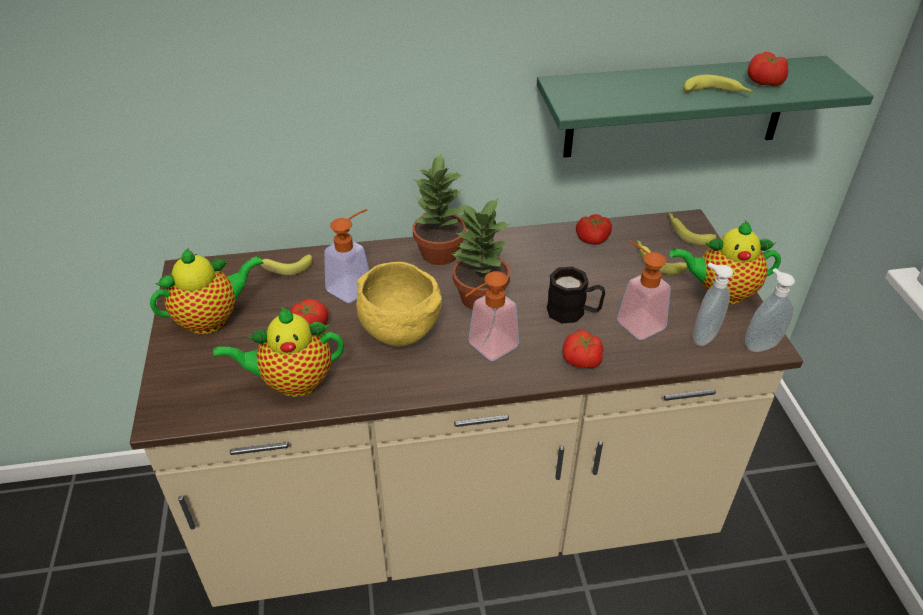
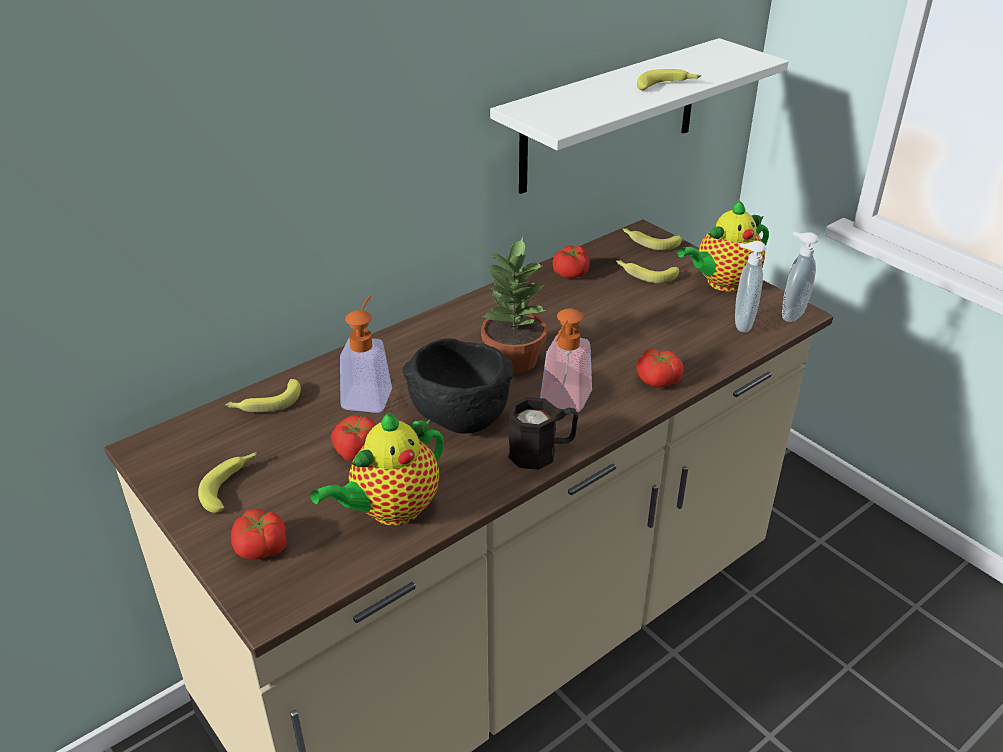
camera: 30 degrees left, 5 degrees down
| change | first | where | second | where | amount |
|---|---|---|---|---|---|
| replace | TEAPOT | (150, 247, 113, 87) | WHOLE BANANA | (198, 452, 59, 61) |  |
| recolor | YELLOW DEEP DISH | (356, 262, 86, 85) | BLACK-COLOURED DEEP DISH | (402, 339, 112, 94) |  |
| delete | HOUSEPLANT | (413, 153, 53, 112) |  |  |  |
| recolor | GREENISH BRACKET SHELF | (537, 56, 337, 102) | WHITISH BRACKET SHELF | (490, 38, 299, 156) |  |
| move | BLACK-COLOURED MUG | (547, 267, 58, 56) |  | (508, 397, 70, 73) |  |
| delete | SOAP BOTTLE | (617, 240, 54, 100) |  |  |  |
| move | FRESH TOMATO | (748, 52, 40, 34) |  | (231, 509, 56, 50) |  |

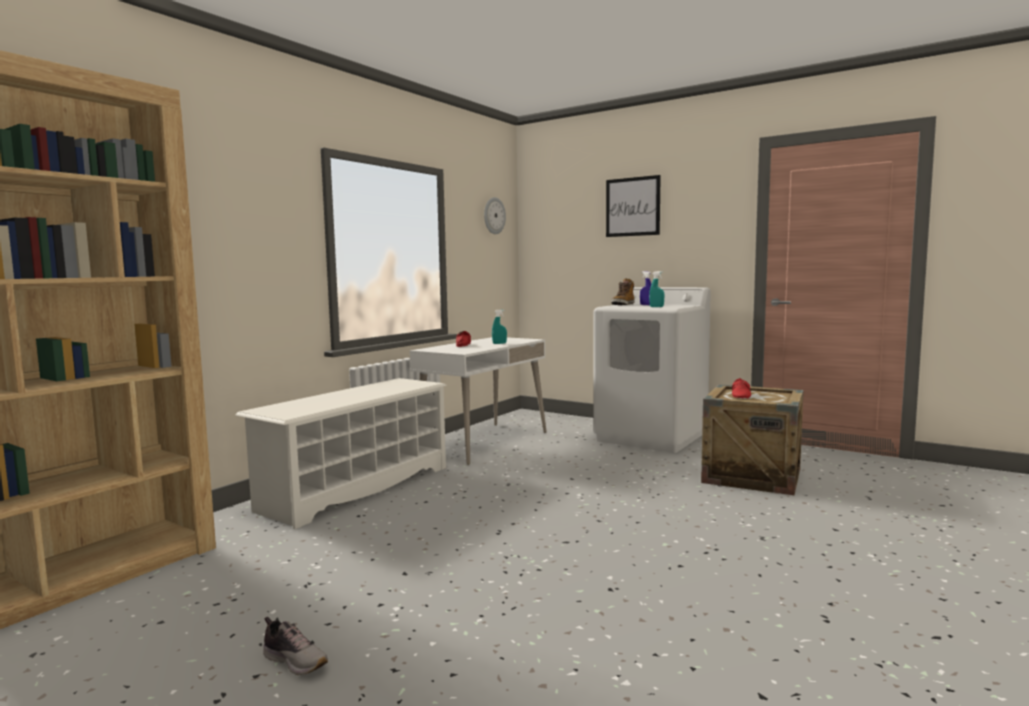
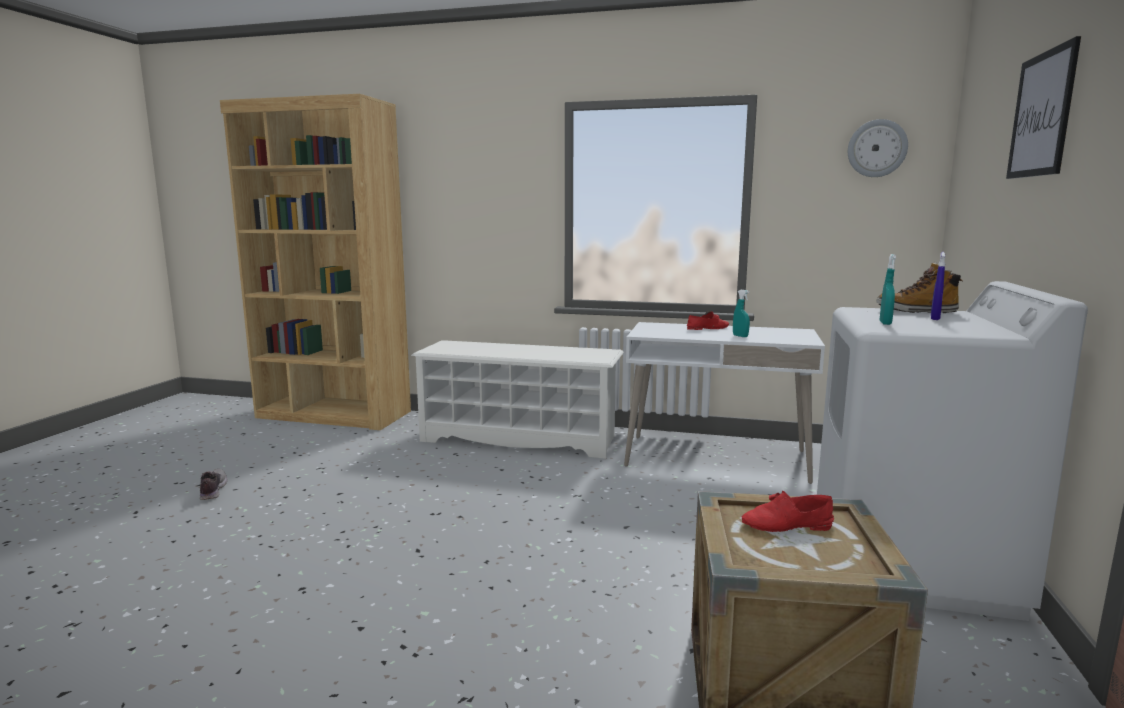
camera: 70 degrees right, 5 degrees up
| change | first | where | second | where | amount |
|---|---|---|---|---|---|
| rotate | ITEM OF FOOTWEAR | (263, 617, 65, 58) |  | (200, 469, 27, 31) | 150 degrees clockwise |

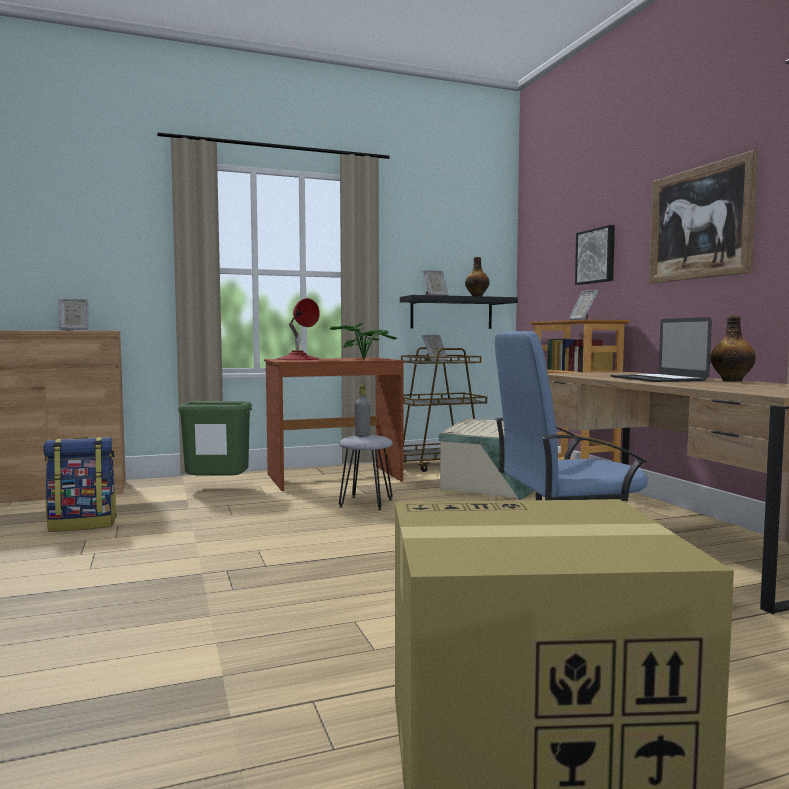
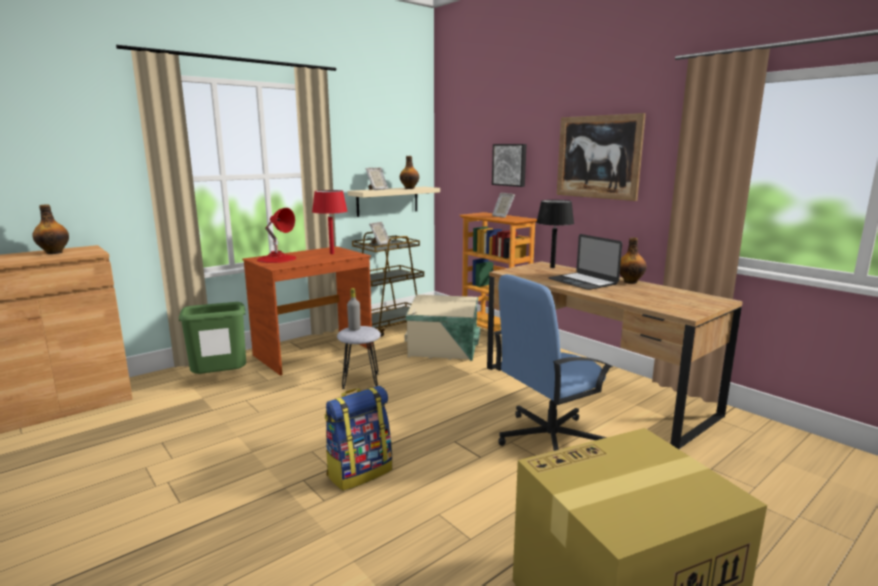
camera: 20 degrees left, 10 degrees up
| change | first | where | second | where | amount |
|---|---|---|---|---|---|
| move | BACKPACK | (43, 437, 74, 95) |  | (324, 386, 68, 105) |  |
| replace | PHOTO FRAME | (58, 299, 31, 32) | BOTTLE | (32, 204, 37, 50) |  |
| replace | HOUSEPLANT | (329, 323, 68, 36) | RED TABLE LAMP | (312, 190, 35, 64) |  |
| recolor | BLACK-COLOURED BRACKET SHELF | (400, 295, 118, 34) | BEIGE-COLOURED BRACKET SHELF | (348, 187, 92, 30) |  |
| insert |  |  | BLACK-COLOURED TABLE LAMP | (536, 200, 38, 68) |  |

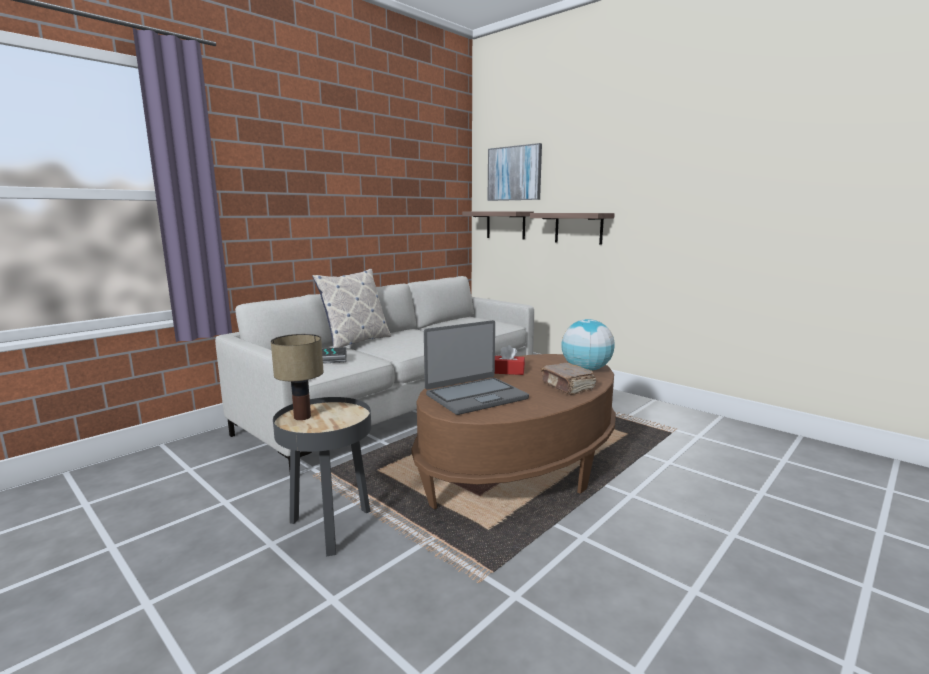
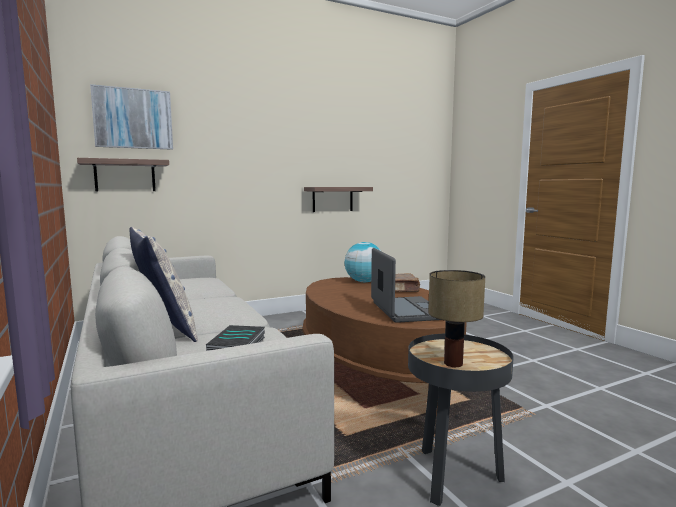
camera: 70 degrees left, 5 degrees down
| change | first | where | second | where | amount |
|---|---|---|---|---|---|
| delete | RED TISSUE BOX | (495, 345, 30, 30) |  |  |  |
| move | BRACKET SHELF | (530, 213, 85, 31) |  | (304, 187, 69, 25) |  |

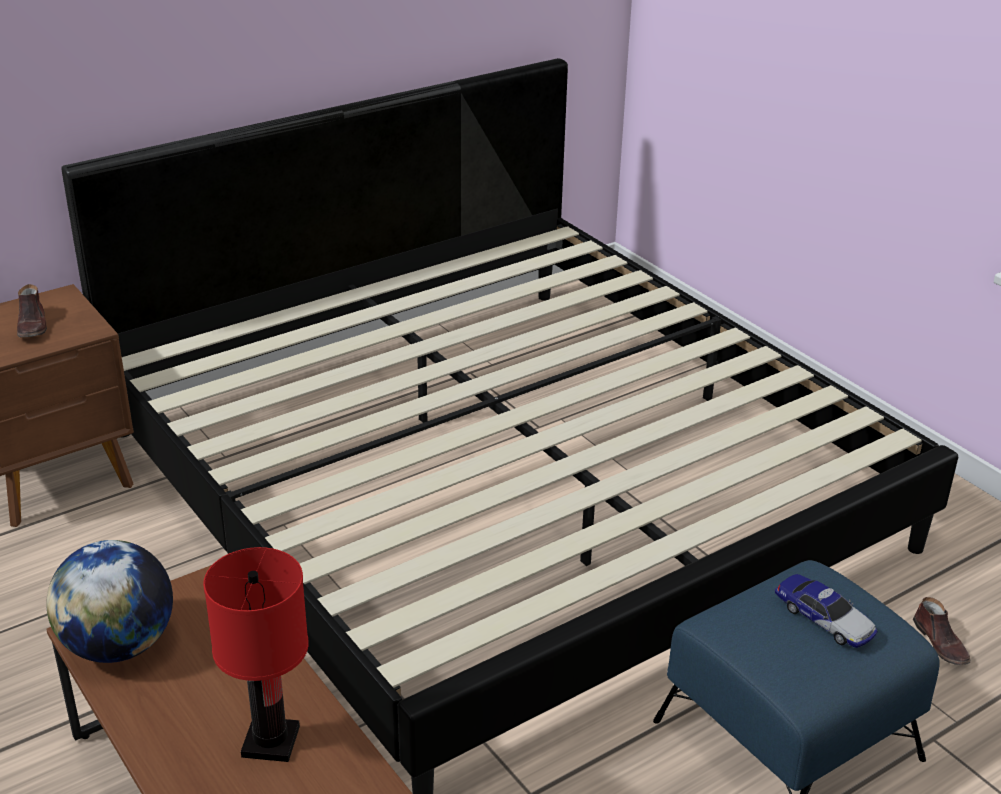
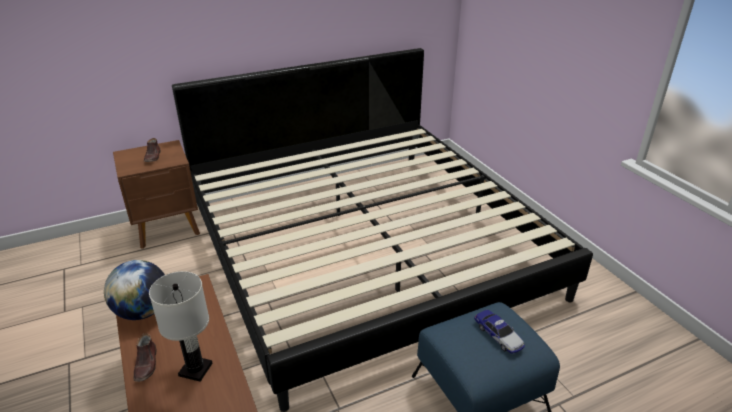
camera: 10 degrees right, 0 degrees up
| change | first | where | second | where | amount |
|---|---|---|---|---|---|
| recolor | RED TABLE LAMP | (203, 547, 106, 215) | WHITISH TABLE LAMP | (149, 271, 63, 111) |  |
| move | BROWN-COLOURED ITEM OF FOOTWEAR | (913, 597, 57, 68) |  | (134, 333, 22, 49) |  |

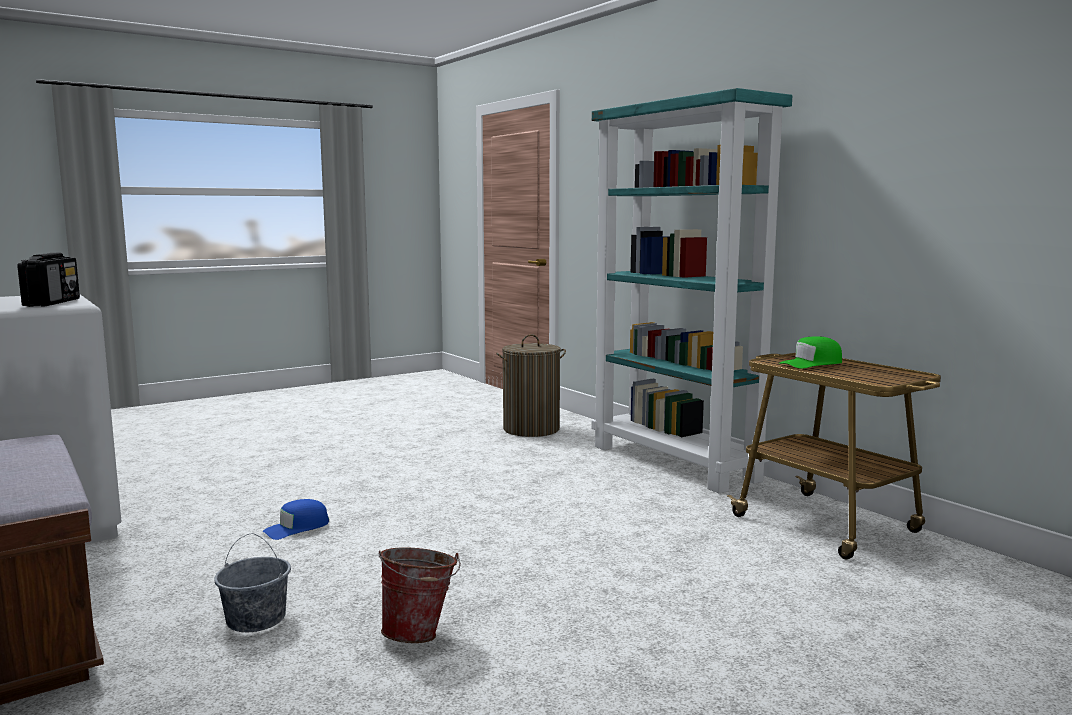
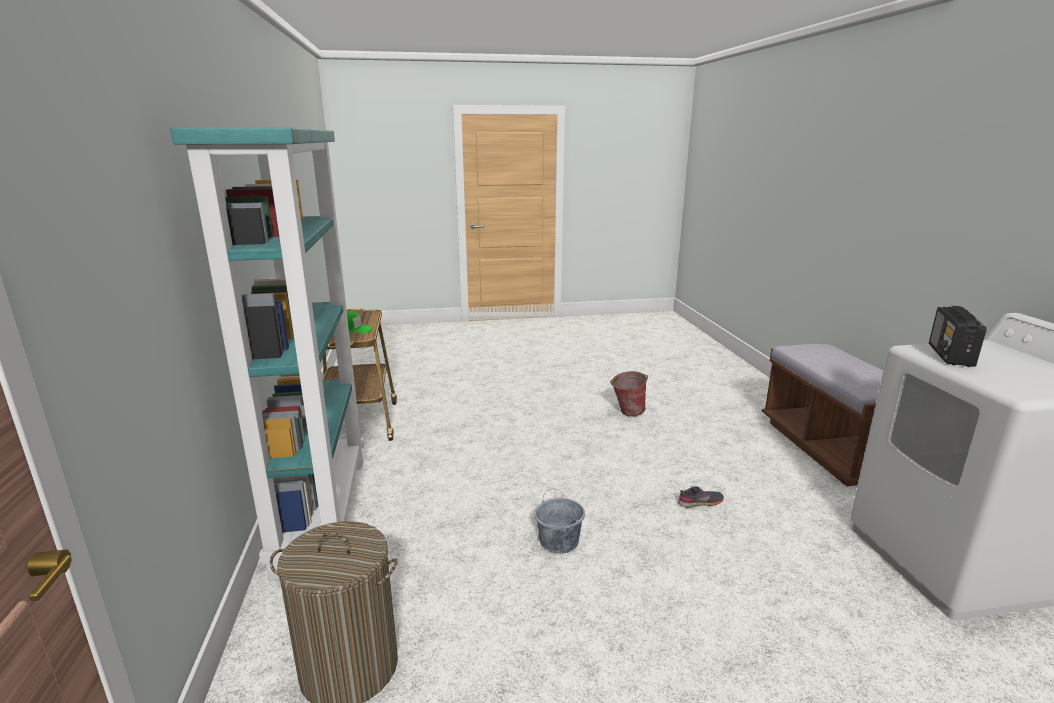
camera: 155 degrees left, 10 degrees up
| change | first | where | second | where | amount |
|---|---|---|---|---|---|
| move | GREYISH PAIL | (214, 533, 77, 99) |  | (535, 489, 50, 65) |  |
| replace | BLUISH PEAKED CAP | (263, 499, 66, 41) | GREYISH ITEM OF FOOTWEAR | (678, 486, 46, 22) |  |

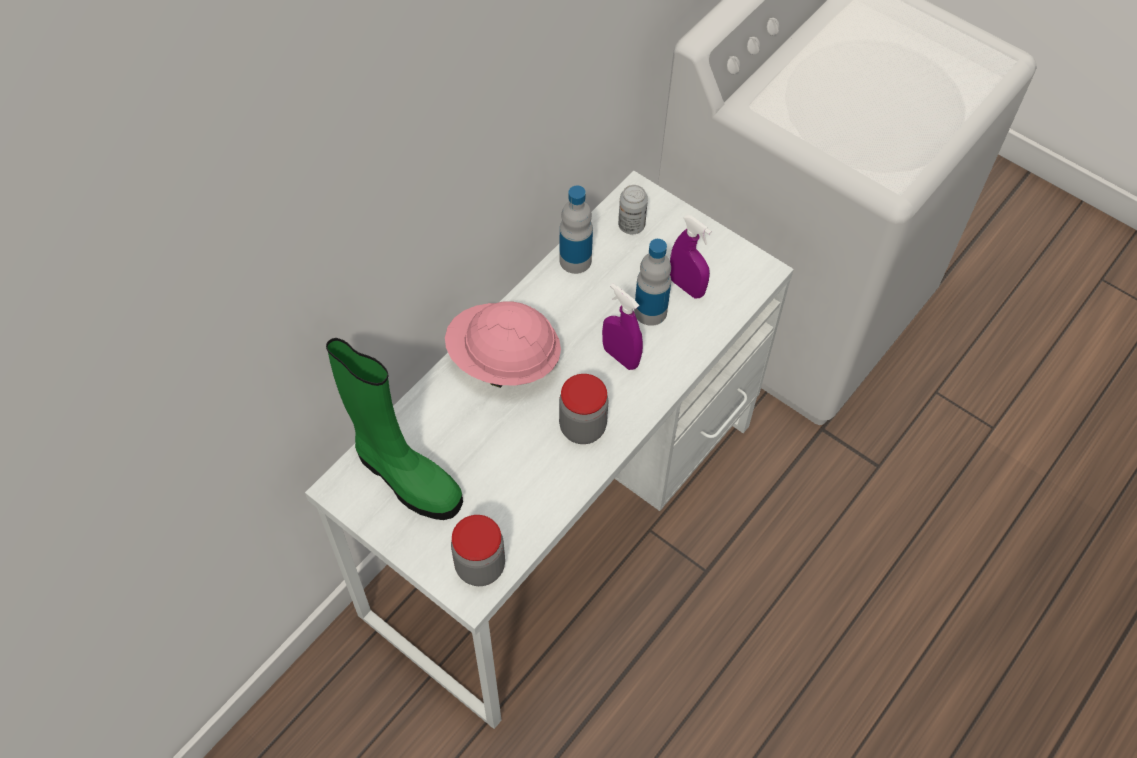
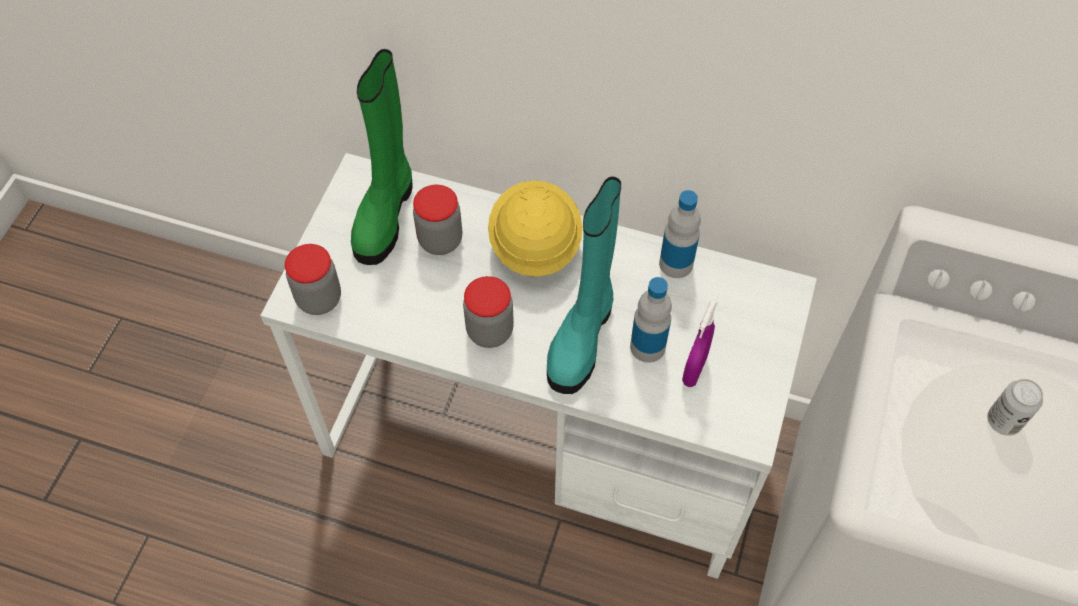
camera: 70 degrees right, 0 degrees up
| change | first | where | second | where | amount |
|---|---|---|---|---|---|
| recolor | PINK HARD HAT | (445, 301, 116, 87) | YELLOW HARD HAT | (488, 180, 94, 97) |  |
| replace | PURPLISH HAND SPRAYER | (602, 283, 41, 87) | TURQUOISE-COLOURED TALL BOOT | (547, 177, 74, 217) |  |
| move | CAN | (618, 185, 30, 49) |  | (987, 379, 56, 57) |  |
| insert |  |  | STORAGE JAR | (413, 185, 49, 70) |  |

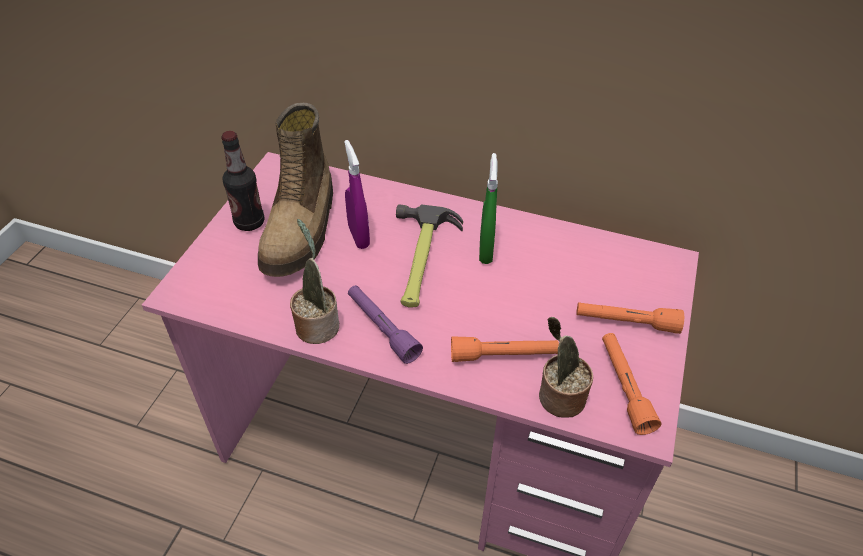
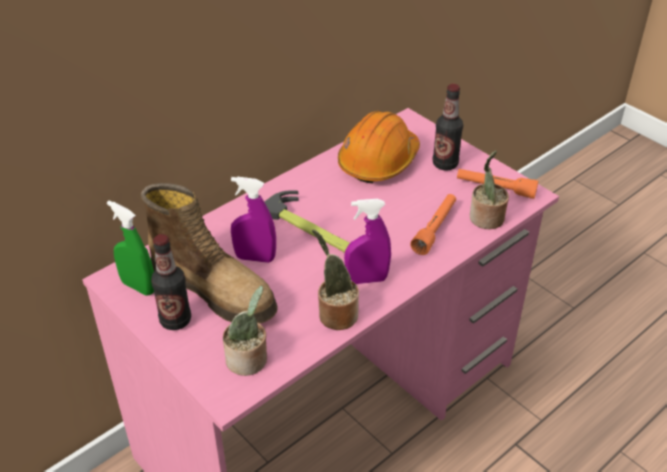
camera: 60 degrees left, 5 degrees down
| change | first | where | second | where | amount |
|---|---|---|---|---|---|
| replace | PURPLISH TORCH | (348, 285, 75, 79) | PURPLISH HAND SPRAYER | (344, 199, 47, 85) |  |
| move | GREENISH HAND SPRAYER | (479, 153, 19, 111) |  | (107, 200, 47, 96) |  |
| replace | ORANGE-COLOURED TORCH | (576, 302, 108, 32) | BOTTLE | (433, 84, 30, 87) |  |
| insert |  |  | HOUSEPLANT | (223, 285, 44, 91) |  |
| insert |  |  | ORANGE-COLOURED HARD HAT | (338, 111, 82, 72) |  |

